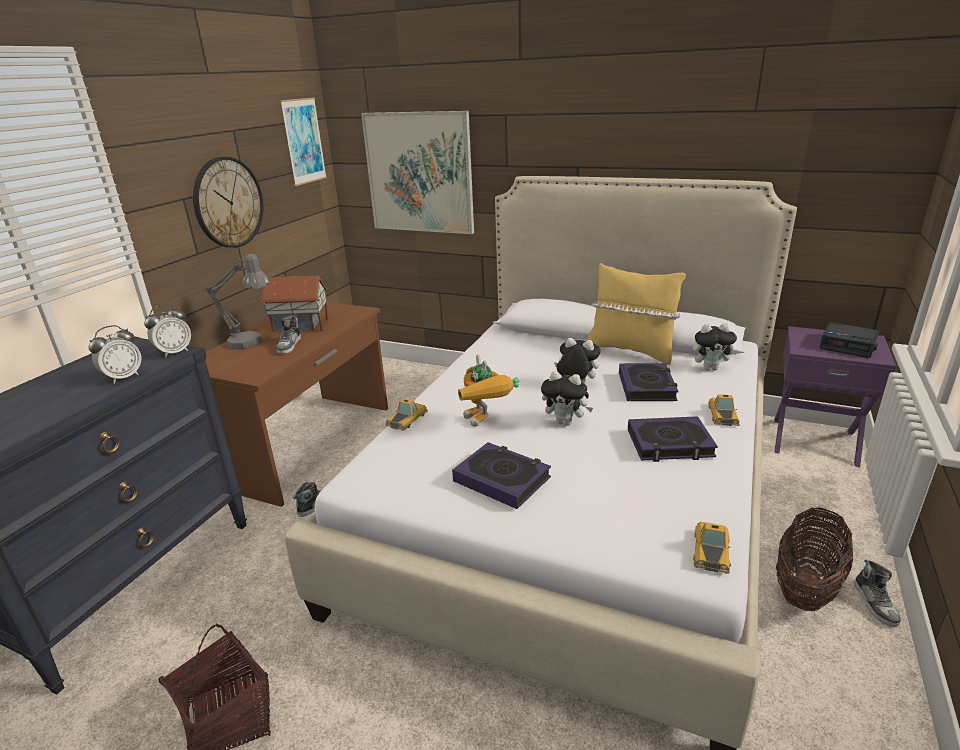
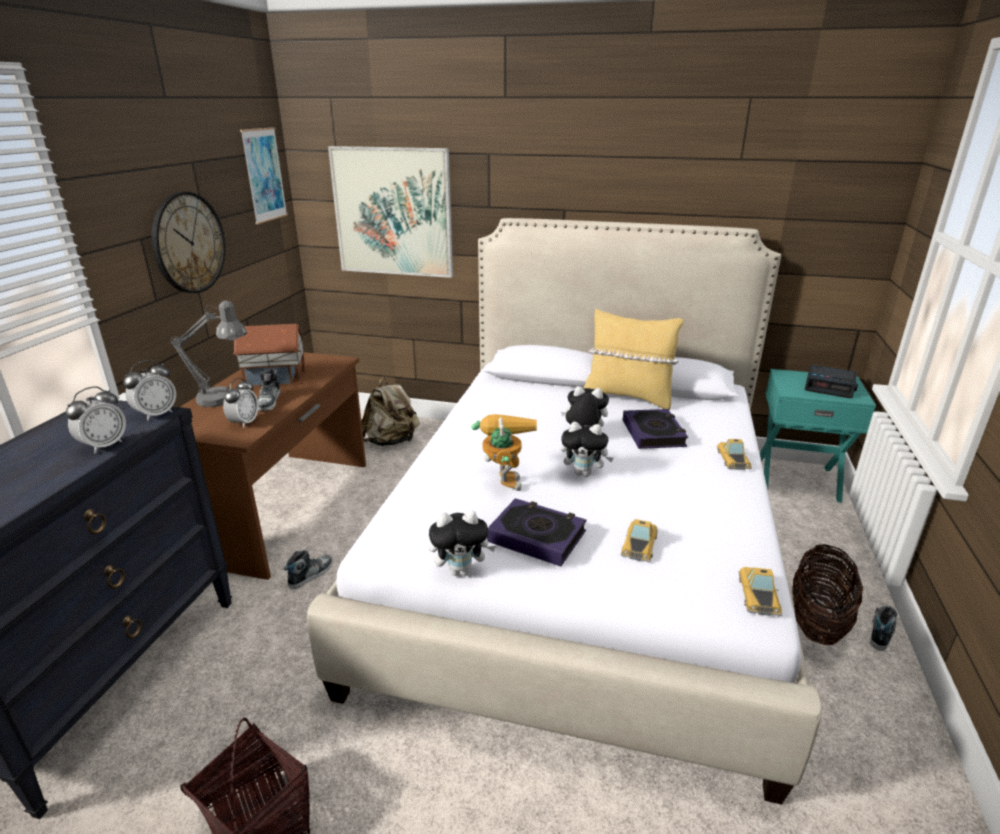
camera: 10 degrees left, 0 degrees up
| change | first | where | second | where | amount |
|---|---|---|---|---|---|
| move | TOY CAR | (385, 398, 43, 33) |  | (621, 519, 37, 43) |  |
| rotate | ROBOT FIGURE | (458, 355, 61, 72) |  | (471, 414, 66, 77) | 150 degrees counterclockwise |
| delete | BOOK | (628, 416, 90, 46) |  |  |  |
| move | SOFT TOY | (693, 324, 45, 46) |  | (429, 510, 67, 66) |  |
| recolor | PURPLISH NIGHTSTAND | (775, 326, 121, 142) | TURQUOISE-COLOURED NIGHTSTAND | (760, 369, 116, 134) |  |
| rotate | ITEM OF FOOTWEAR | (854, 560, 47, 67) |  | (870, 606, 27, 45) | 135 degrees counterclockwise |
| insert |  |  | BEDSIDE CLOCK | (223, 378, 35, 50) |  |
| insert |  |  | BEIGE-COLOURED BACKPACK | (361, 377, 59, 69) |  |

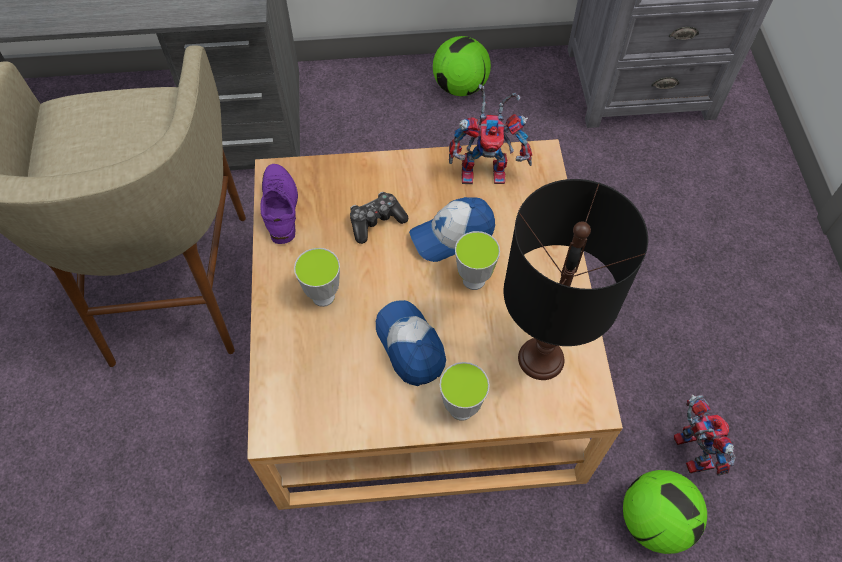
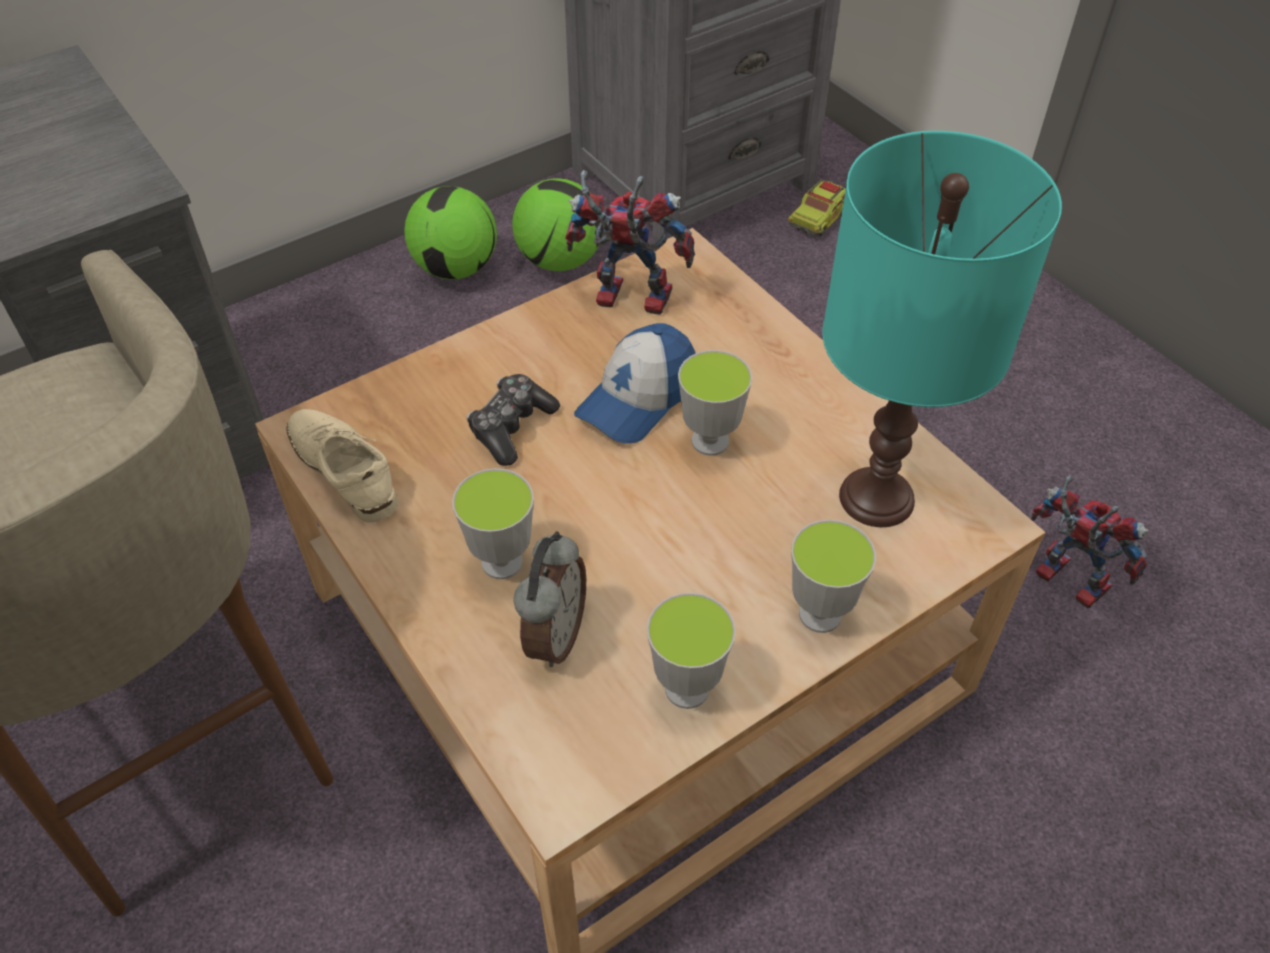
camera: 30 degrees left, 10 degrees down
| change | first | where | second | where | amount |
|---|---|---|---|---|---|
| recolor | PURPLISH ITEM OF FOOTWEAR | (260, 164, 38, 80) | BEIGE-COLOURED ITEM OF FOOTWEAR | (287, 409, 111, 114) |  |
| delete | PEAKED CAP | (376, 300, 70, 86) |  |  |  |
| rotate | ROBOT FIGURE | (449, 84, 83, 100) |  | (565, 170, 130, 145) | 135 degrees counterclockwise |
| recolor | BLACK-COLOURED TABLE LAMP | (504, 179, 144, 201) | TURQUOISE-COLOURED TABLE LAMP | (822, 131, 240, 396) |  |
| move | BALL FOR FOOTBALL | (623, 470, 84, 84) |  | (512, 178, 91, 93) |  |
| insert |  |  | BEDSIDE CLOCK | (514, 532, 72, 135) |  |
| insert |  |  | CUP | (647, 593, 89, 116) |  |
| insert |  |  | MODEL TRUCK | (788, 179, 58, 57) |  |

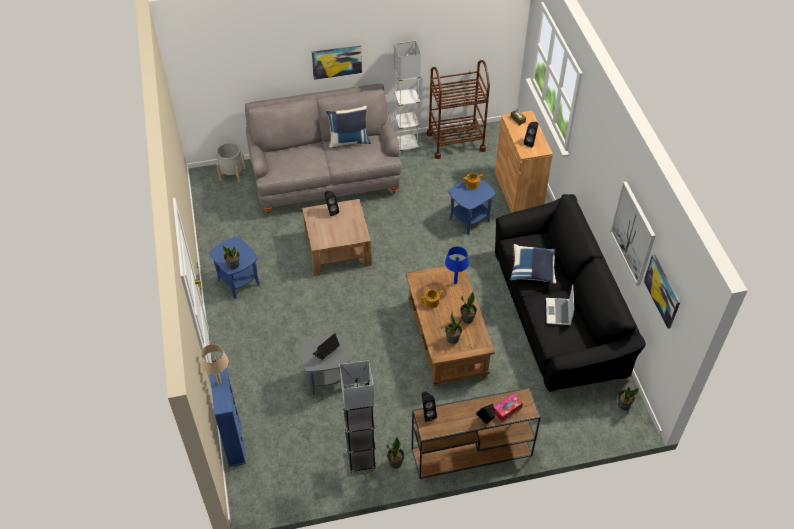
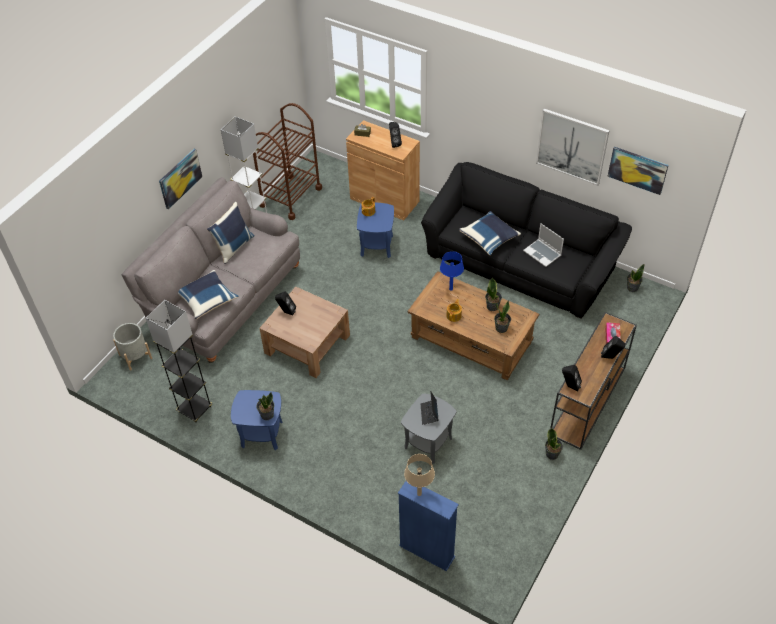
camera: 45 degrees left, 0 degrees up
| change | first | where | second | where | amount |
|---|---|---|---|---|---|
| move | GREYISH FLOOR LAMP | (339, 360, 37, 113) |  | (146, 300, 66, 122) |  |
| insert |  |  | BLUISH CUSHION | (178, 270, 61, 50) |  |

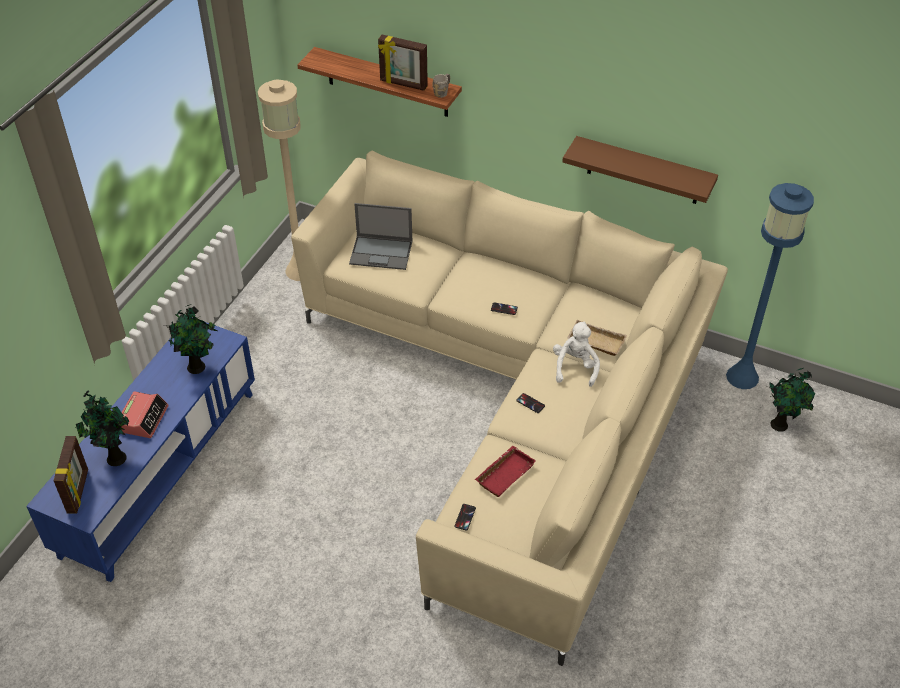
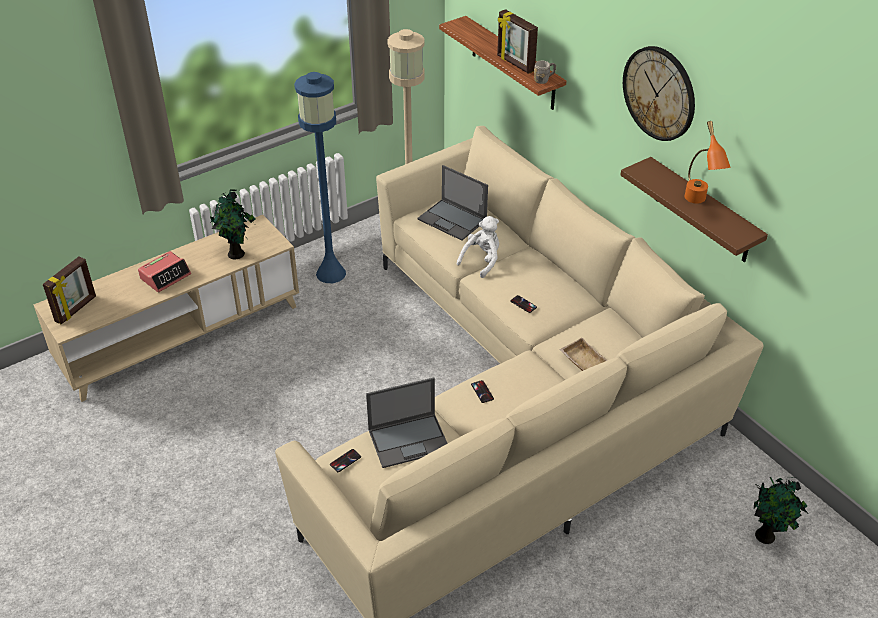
camera: 30 degrees right, 5 degrees down
| change | first | where | second | where | amount |
|---|---|---|---|---|---|
| recolor | BLUISH MEDIA CONSOLE | (26, 317, 229, 265) | BEIGE-COLOURED MEDIA CONSOLE | (34, 215, 265, 187) |  |
| delete | HOUSEPLANT | (75, 390, 54, 76) |  |  |  |
| replace | RED CARRYING TRAY | (475, 446, 61, 51) | LAPTOP | (366, 377, 82, 91) |  |
| move | WHITISH SOFT TOY | (553, 322, 47, 65) |  | (457, 216, 42, 62) |  |
| move | BLUISH FLOOR LAMP | (726, 183, 88, 206) |  | (294, 72, 52, 211) |  |
| insert |  |  | CLOCK ON THE WALL | (623, 46, 72, 95) |  |
| insert |  |  | ORANGE-COLOURED TABLE LAMP | (684, 121, 47, 82) |  |

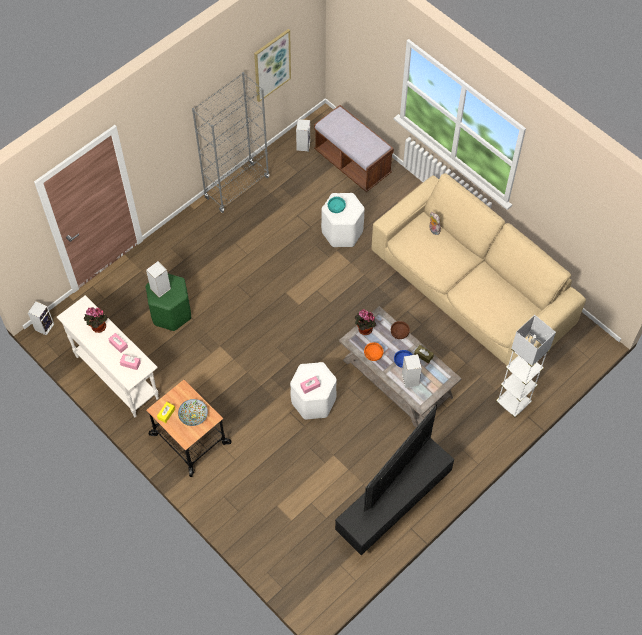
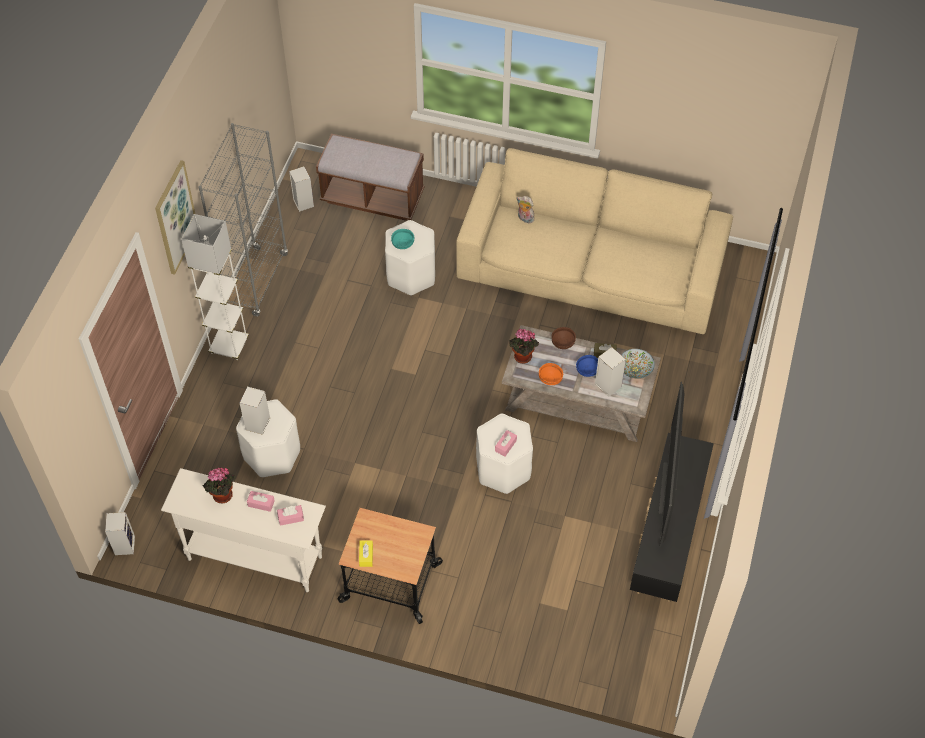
camera: 30 degrees left, 5 degrees down
| change | first | where | second | where | amount |
|---|---|---|---|---|---|
| recolor | GREENISH STOOL | (146, 274, 45, 57) | WHITISH STOOL | (236, 399, 64, 79) |  |
| move | DEEP DISH | (178, 399, 30, 27) |  | (621, 349, 34, 29) |  |
| move | WALL PICTURE | (254, 29, 37, 73) |  | (155, 160, 40, 115) |  |
| move | WHITISH FLOOR LAMP | (496, 315, 60, 102) |  | (181, 214, 68, 146) |  |

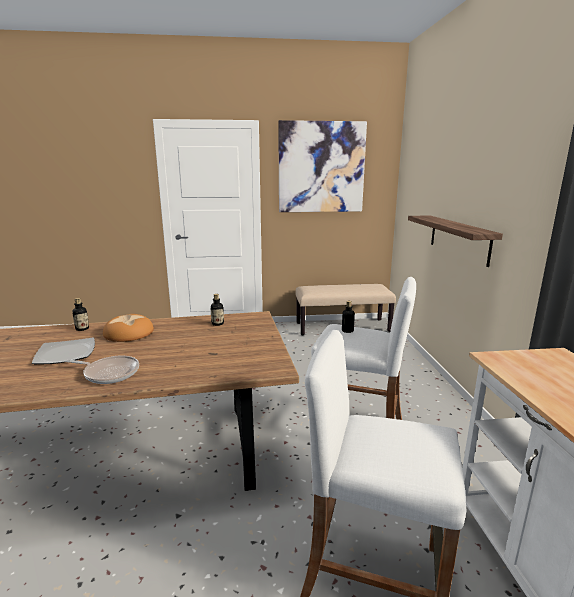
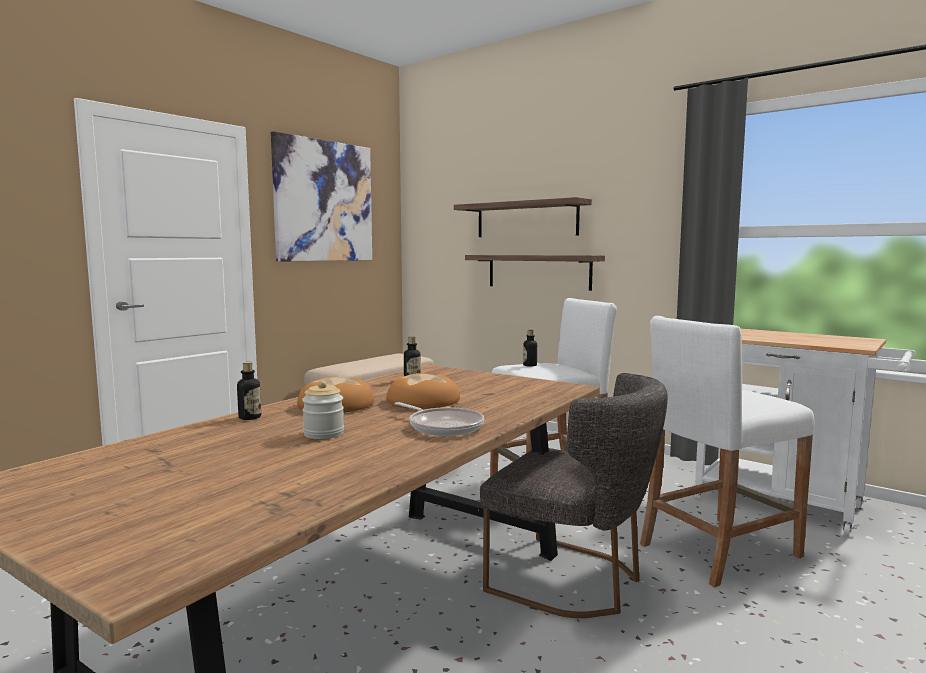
camera: 45 degrees left, 10 degrees down
| change | first | where | second | where | amount |
|---|---|---|---|---|---|
| replace | DINNER PLATE | (32, 337, 63, 27) | STORAGE JAR | (302, 381, 42, 58) |  |
| rotate | PAN | (65, 356, 74, 28) |  | (395, 402, 89, 34) | 75 degrees clockwise |
| insert |  |  | BAKERY BREAD | (386, 373, 74, 36) |  |
| insert |  |  | BRACKET SHELF | (454, 197, 138, 40) |  |
| insert |  |  | GREYISH PLAIN CHAIR | (480, 373, 188, 245) |  |

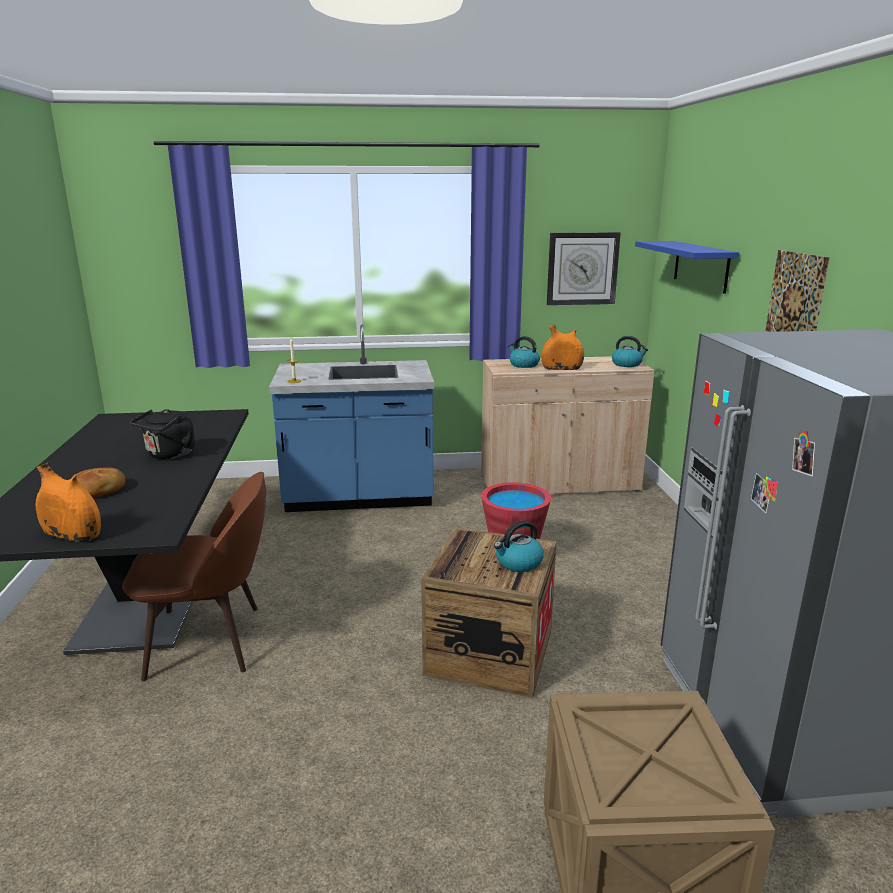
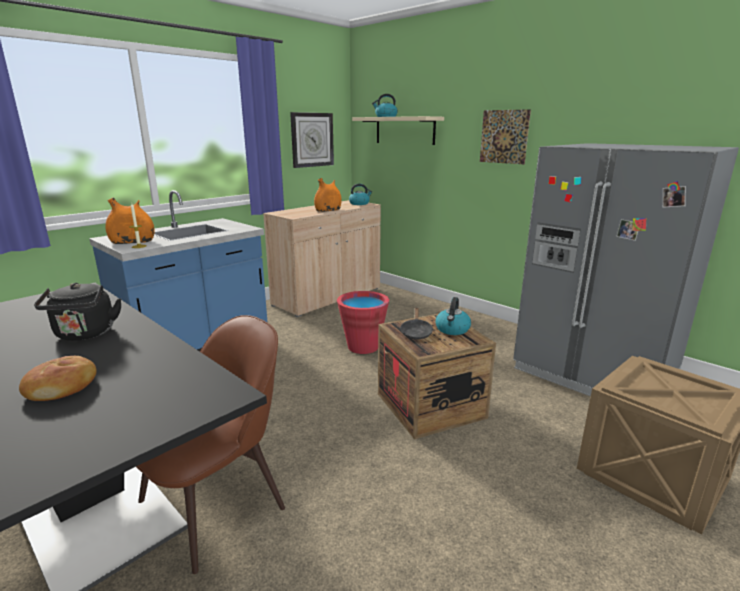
camera: 40 degrees left, 0 degrees up
| change | first | where | second | where | amount |
|---|---|---|---|---|---|
| move | ORANGE-COLOURED FLOWER VASE | (35, 463, 66, 79) |  | (105, 197, 50, 47) |  |
| move | KETTLE | (508, 336, 32, 32) |  | (372, 94, 26, 23) |  |
| recolor | BLUISH BRACKET SHELF | (635, 241, 104, 53) | BEIGE-COLOURED BRACKET SHELF | (352, 116, 92, 29) |  |
| insert |  |  | BLACK-COLOURED PAN | (400, 308, 33, 31) |  |

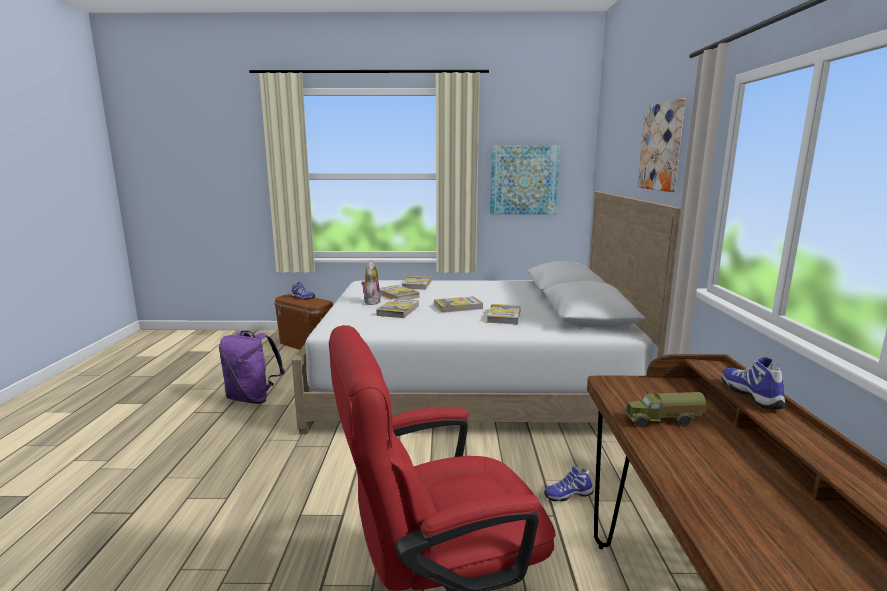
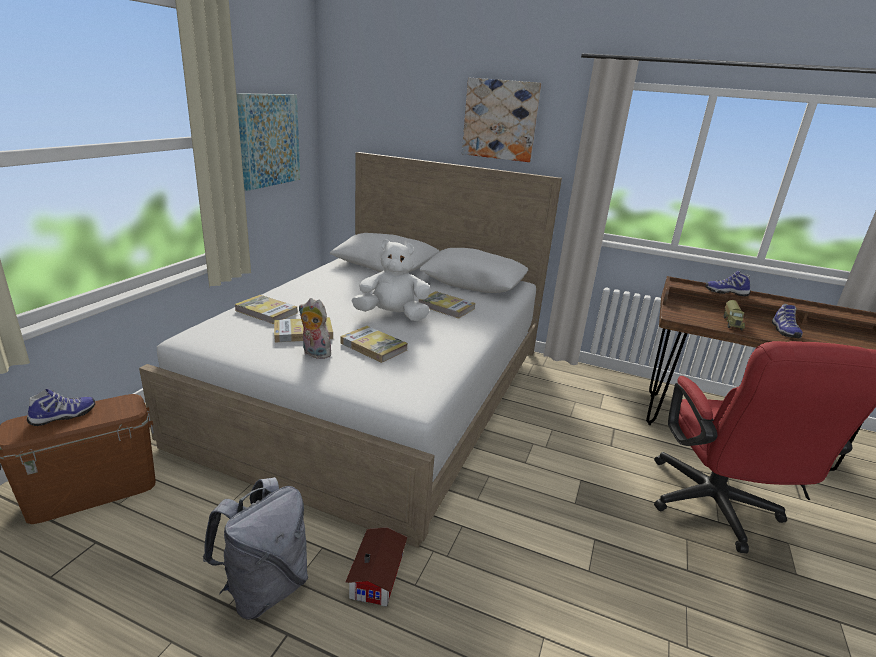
camera: 70 degrees left, 10 degrees up
| change | first | where | second | where | amount |
|---|---|---|---|---|---|
| recolor | PURPLISH BACKPACK | (219, 331, 66, 73) | GREYISH BACKPACK | (203, 477, 105, 143) |  |
| replace | BOOK | (434, 296, 50, 17) | WHITISH SOFT TOY | (351, 239, 80, 82) |  |
| move | ITEM OF FOOTWEAR | (544, 466, 49, 36) |  | (772, 304, 31, 34) |  |
| insert |  |  | TOY HOUSE | (346, 527, 61, 80) |  |

